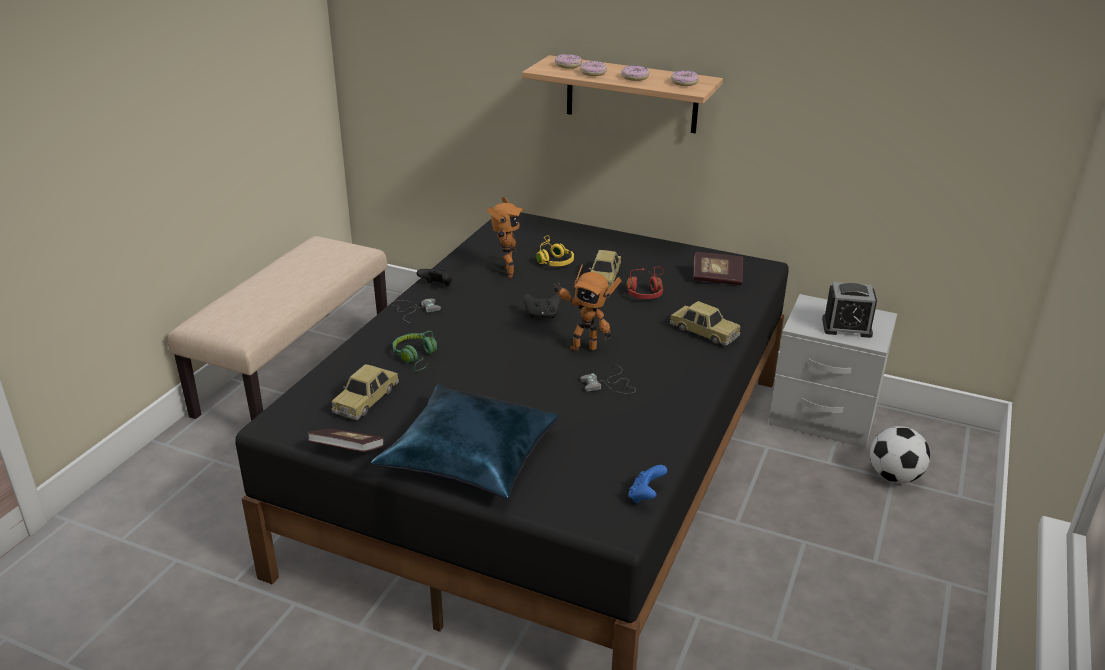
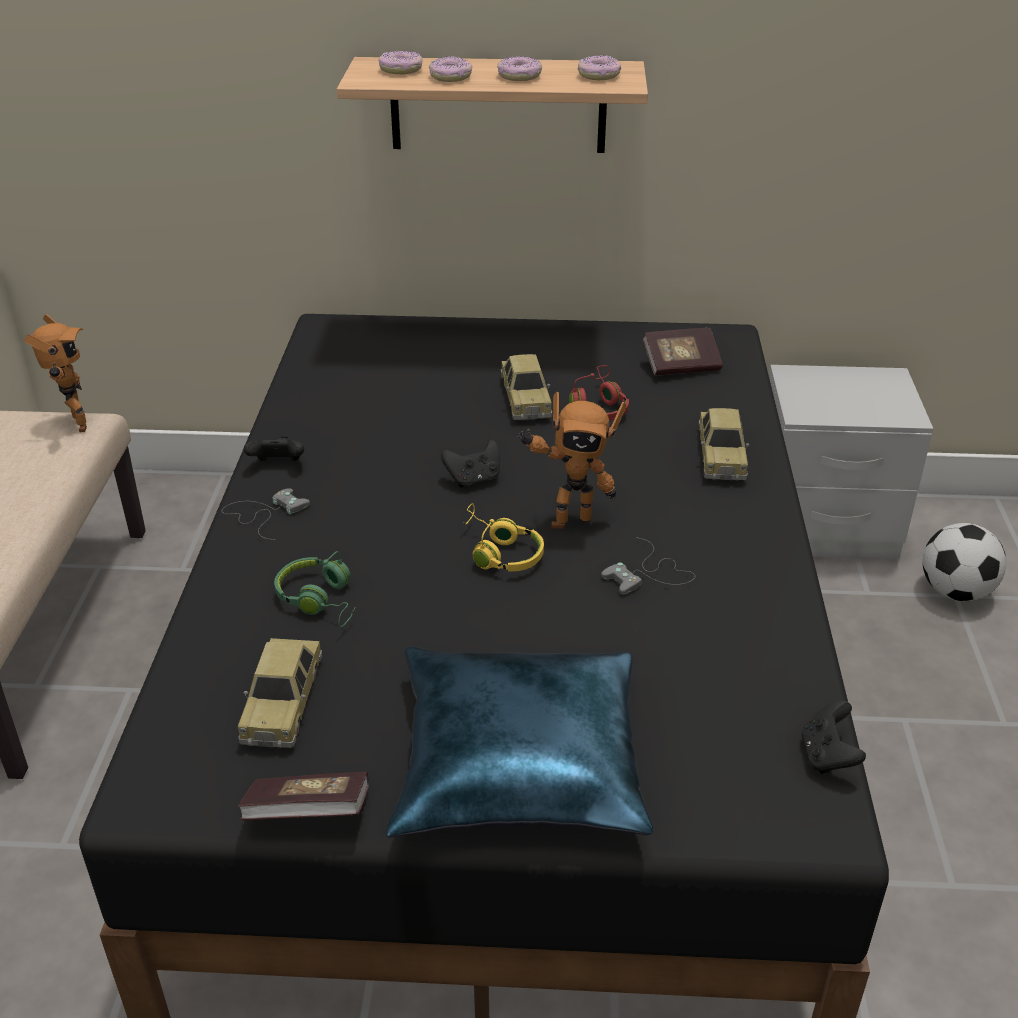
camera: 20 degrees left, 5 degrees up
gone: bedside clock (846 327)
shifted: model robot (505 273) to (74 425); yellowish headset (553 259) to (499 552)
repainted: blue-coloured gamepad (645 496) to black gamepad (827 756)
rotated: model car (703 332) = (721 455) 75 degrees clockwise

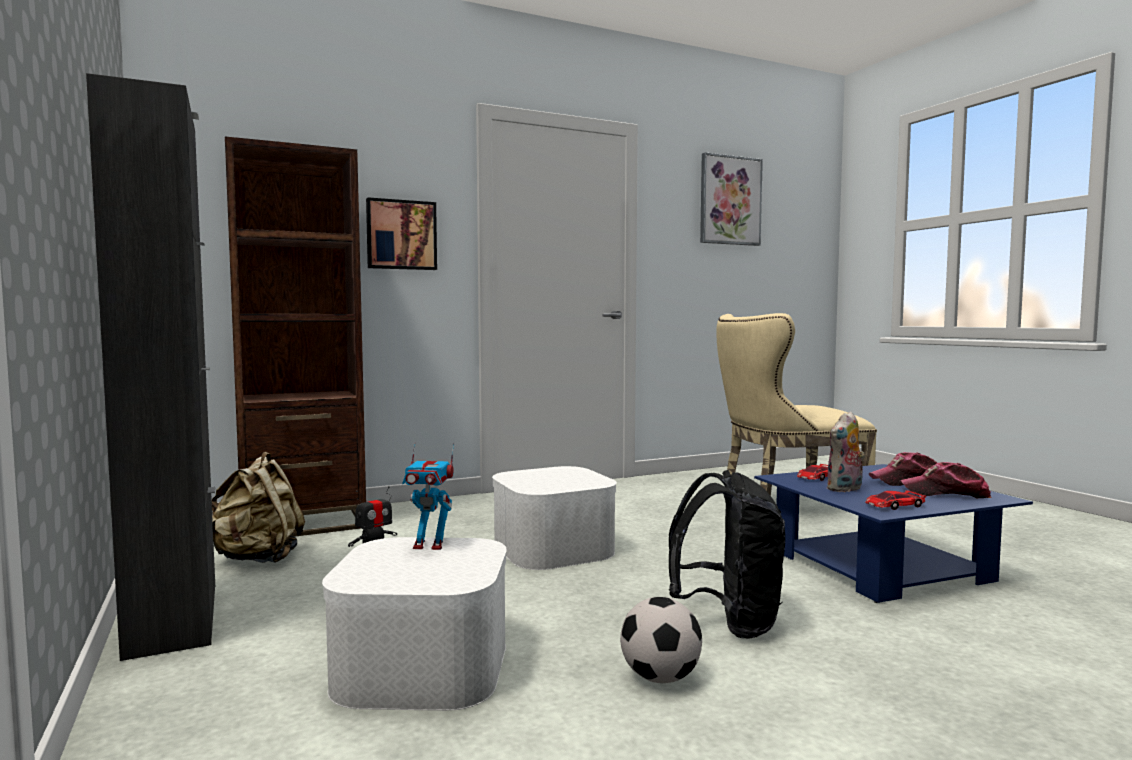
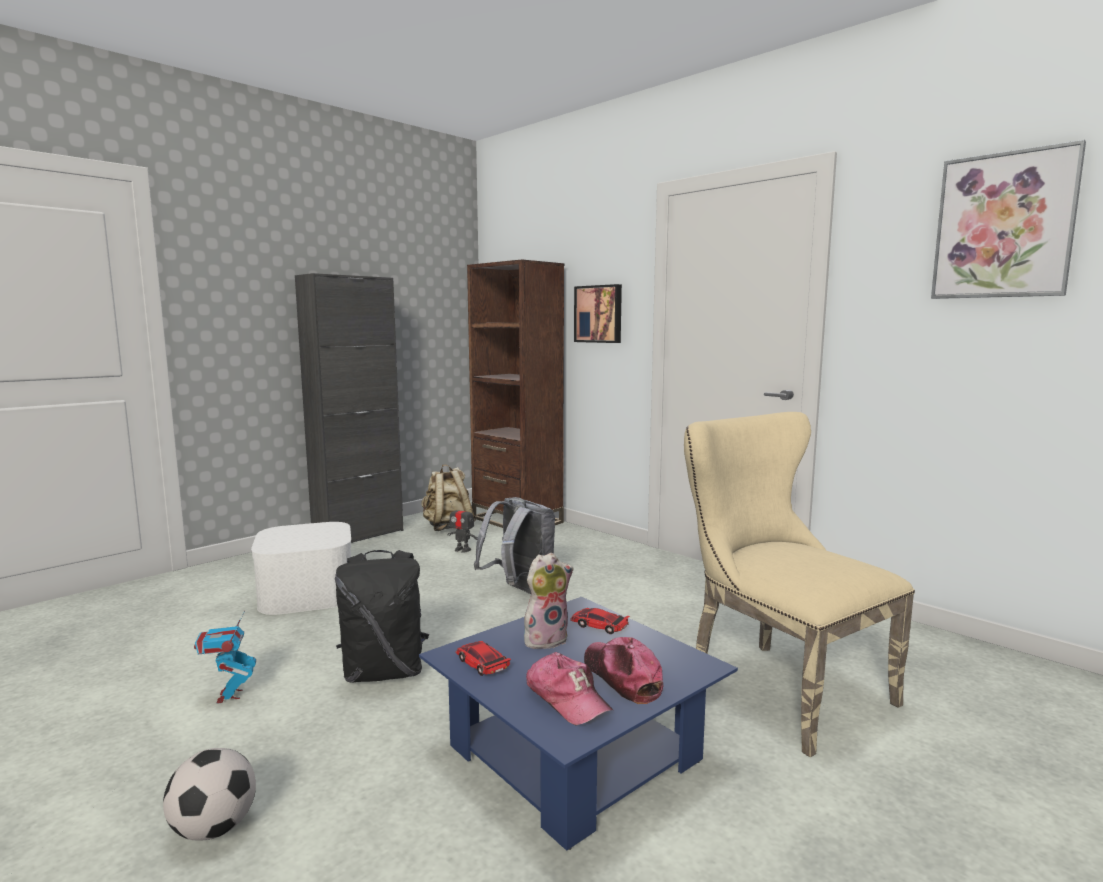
camera: 70 degrees right, 5 degrees up
shifted: model robot (430 545) to (229 696); football ball (660 678) to (214 828)
swapped: white storage bin (553 548) to gray knapsack (520 591)
rotated: cuddly toy (845 489) = (546 639) 120 degrees clockwise; cap (945 493) = (567 698) 150 degrees clockwise

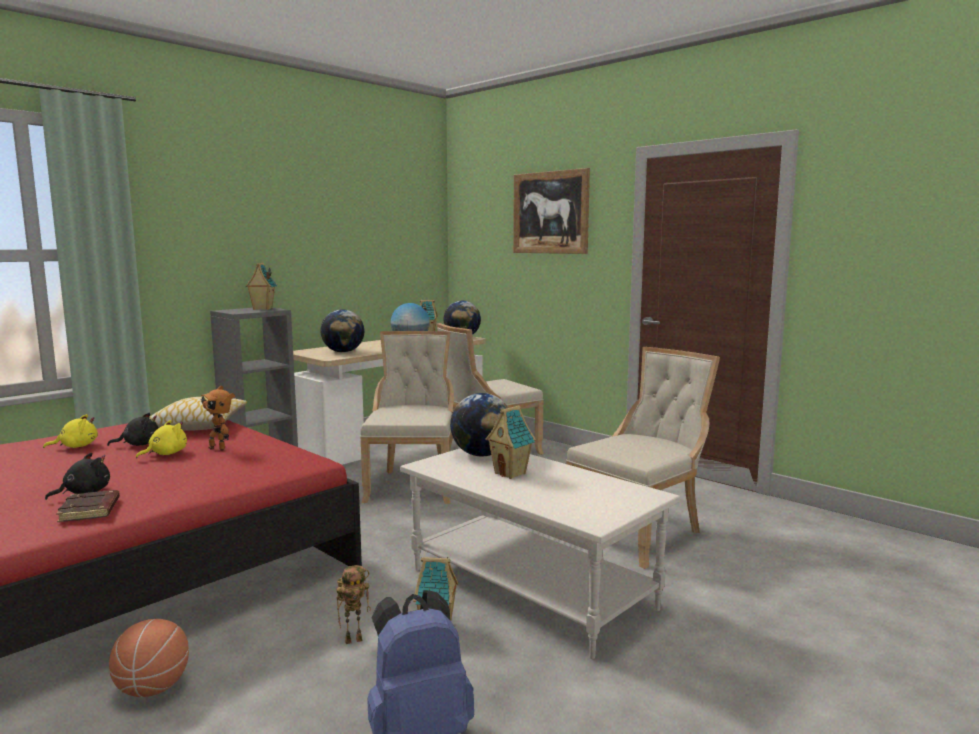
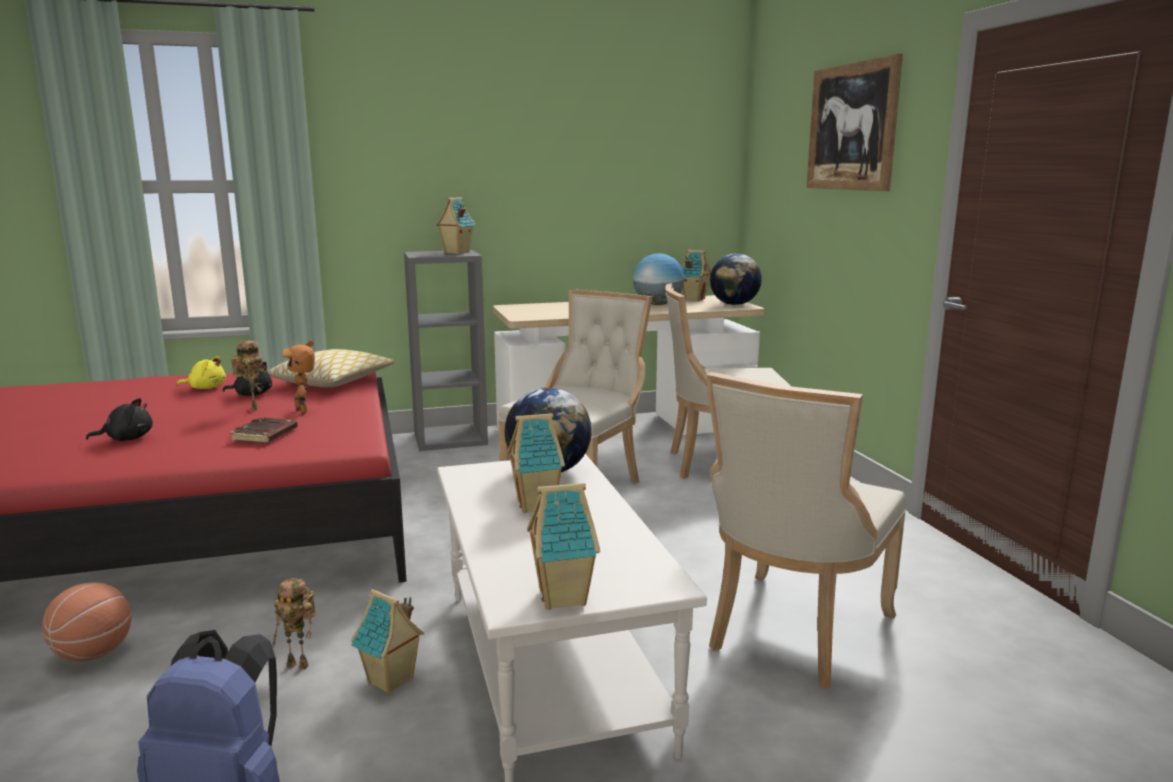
camera: 30 degrees right, 5 degrees up
gone: desk globe (343 352)
new: model house (564 598)
shifted: brownish book (90 511) to (265 435)
swapped: yellowish cuddly toy (165 454) to model robot (252 409)
rotated: beige-coloured upright chair (640 534) = (793 633) 135 degrees clockwise

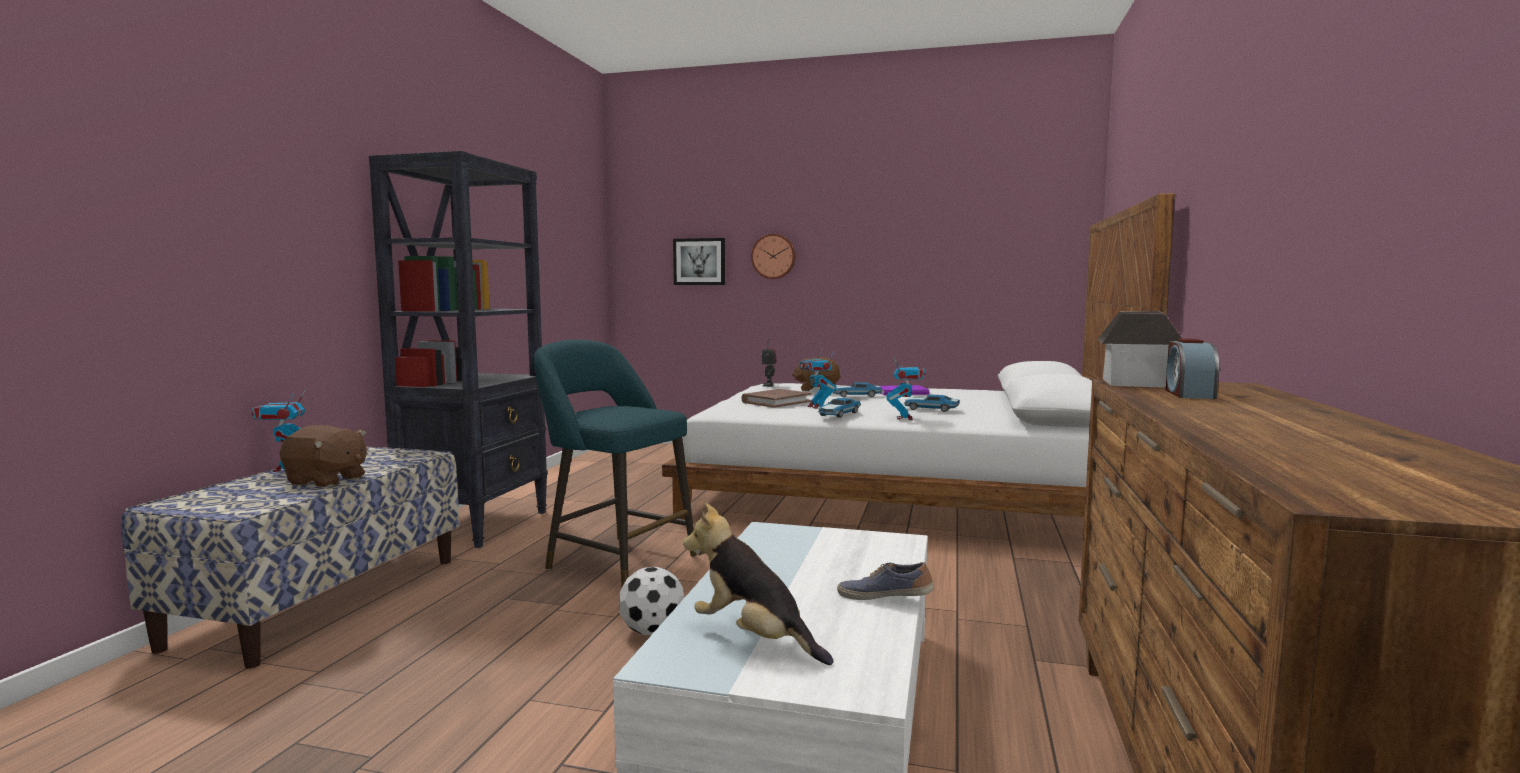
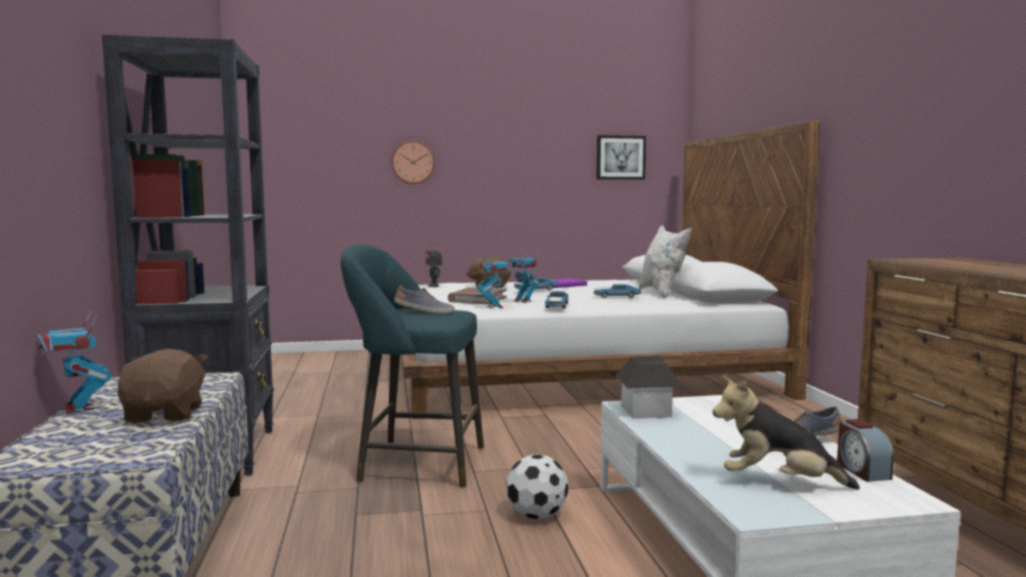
camera: 25 degrees left, 0 degrees up
new: white throw pillow (662 293); shoe (424 312)
shifted: wall art (699 261) to (620 157); model house (1136 383) to (646 411); bedside clock (1188 394) to (861 470); model robot (904 418) to (495 307)
rotated: brownish cuddly toy (326 480) = (165 414) 90 degrees counterclockwise

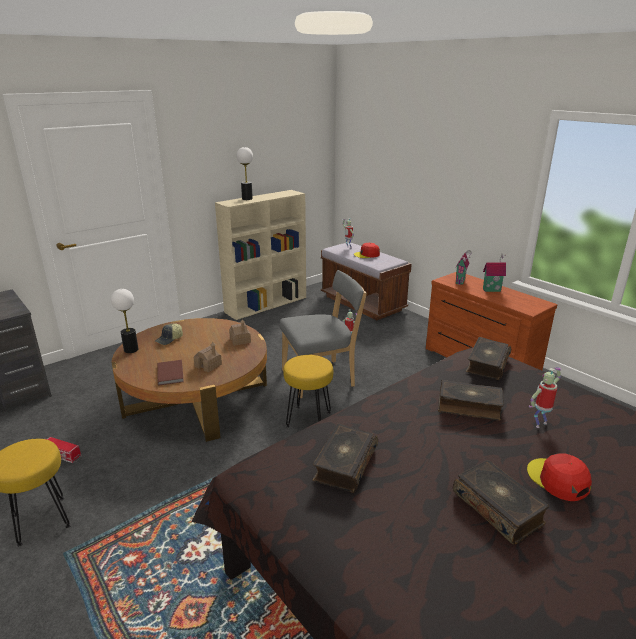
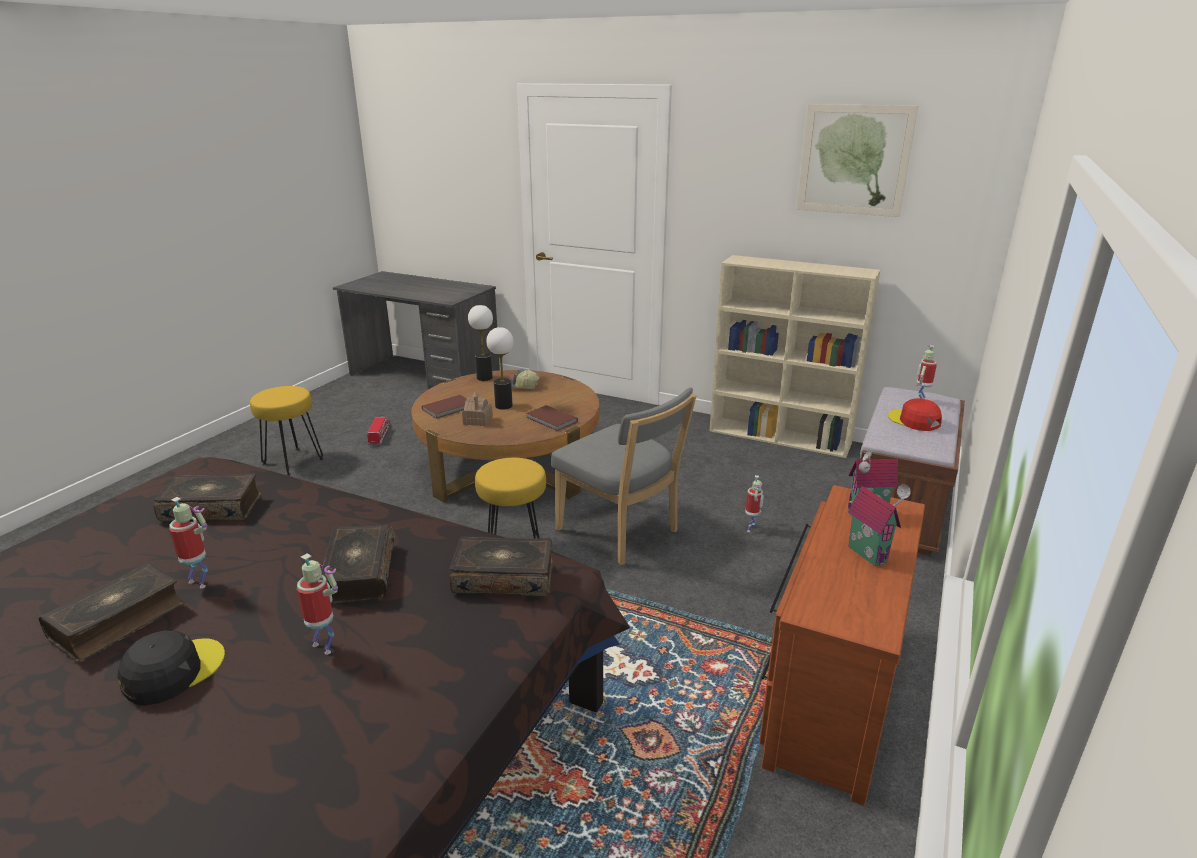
camera: 65 degrees right, 0 degrees up
new: wall art (854 160); model robot (200 582)
shifted: lamp for a table (247 198) to (504 406)
swapped: model house (240 340) to brownish book (551 420)
repainted: red-coloured cap (557 480) to black cap (173 671)

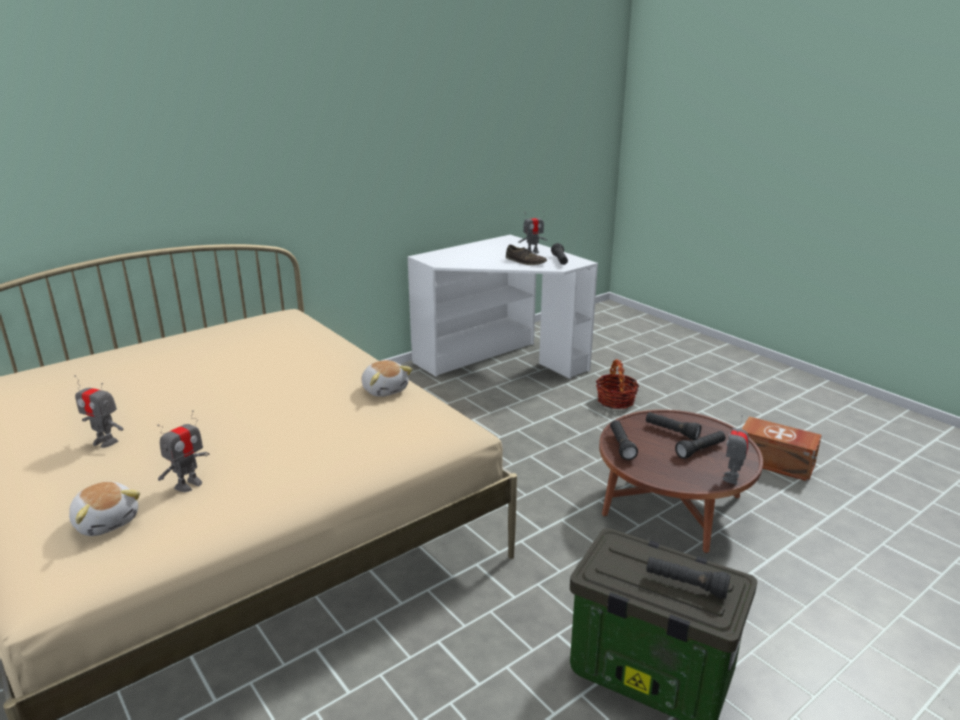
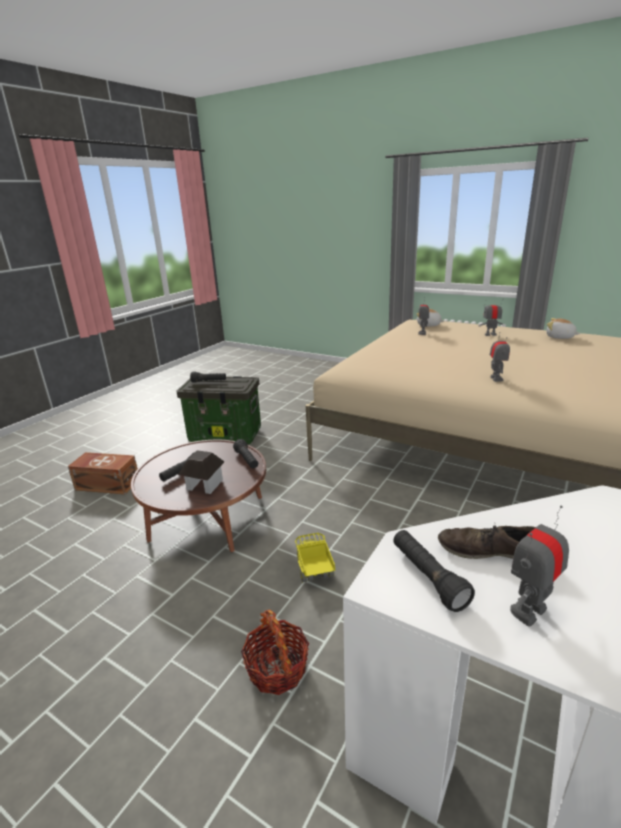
camera: 160 degrees right, 0 degrees up
new: toy lorry (314 570)
shifted: cuddly toy (385 389) to (559 337); model robot (731 478) to (496 379); brownish storage bin (775 463) to (107 484)
swapped: black hand torch (671 432) to model house (204 485)

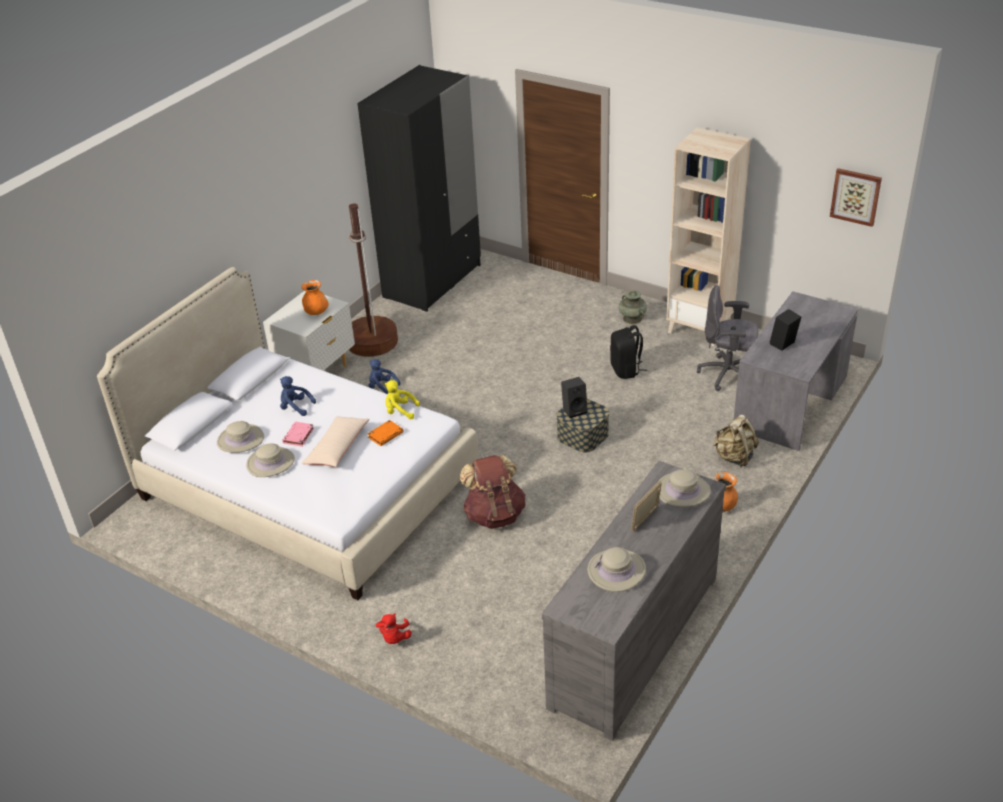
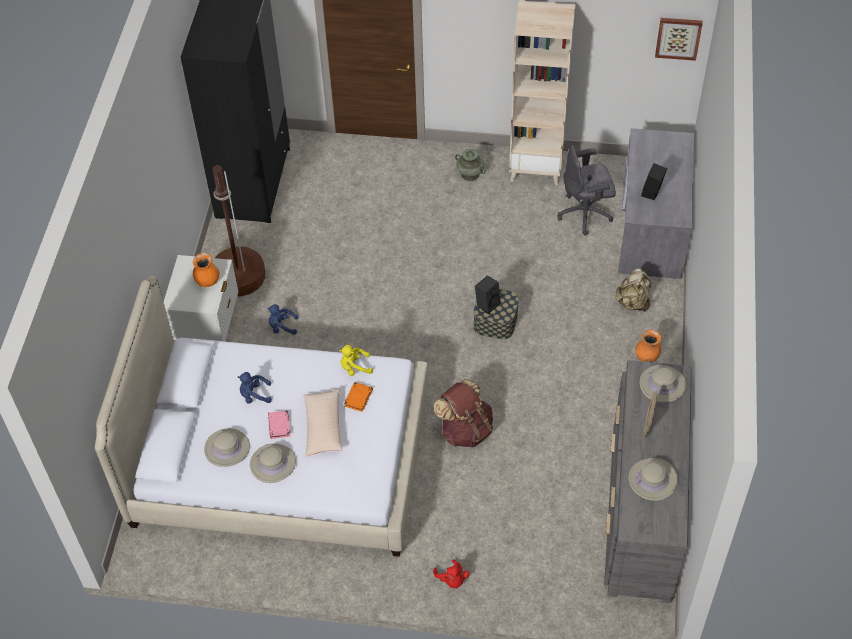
camera: 25 degrees left, 15 degrees up
gone: black knapsack (626 370)

